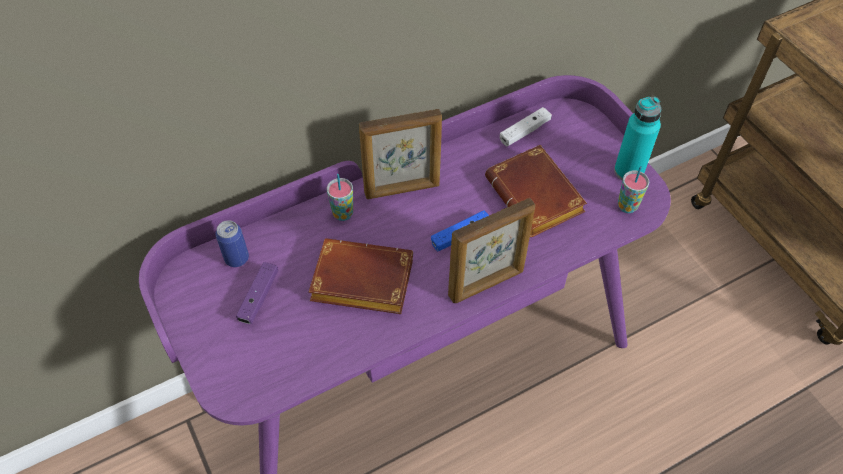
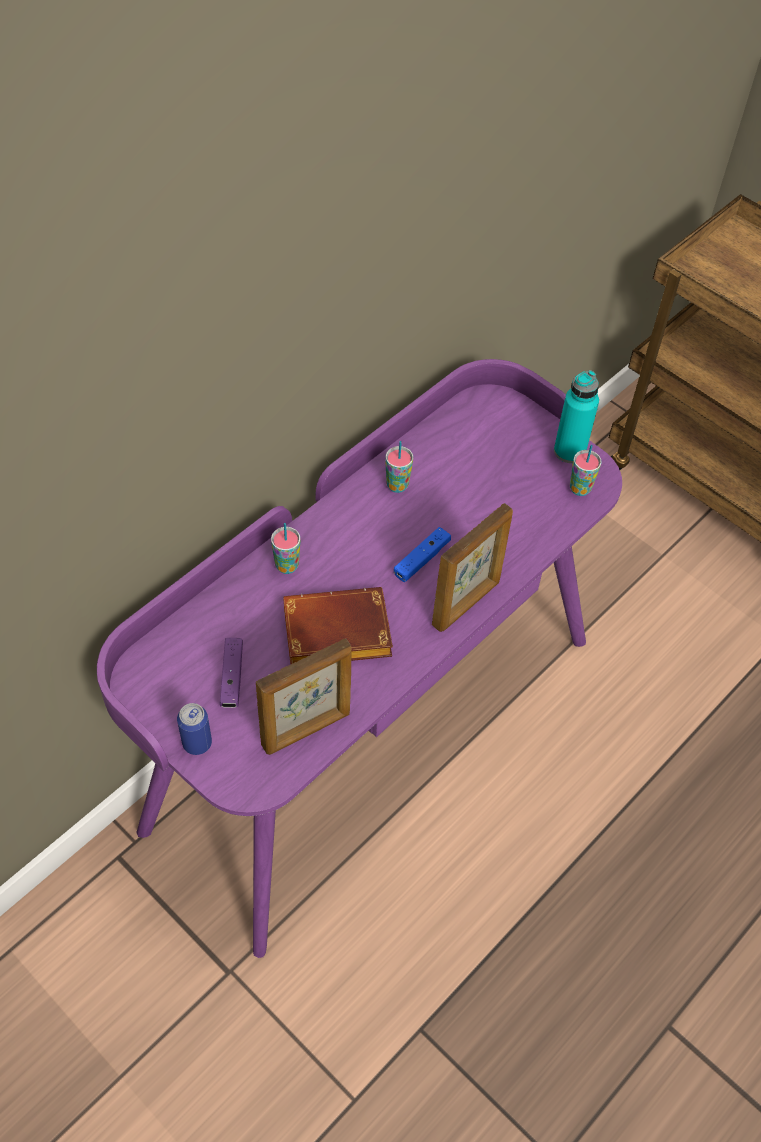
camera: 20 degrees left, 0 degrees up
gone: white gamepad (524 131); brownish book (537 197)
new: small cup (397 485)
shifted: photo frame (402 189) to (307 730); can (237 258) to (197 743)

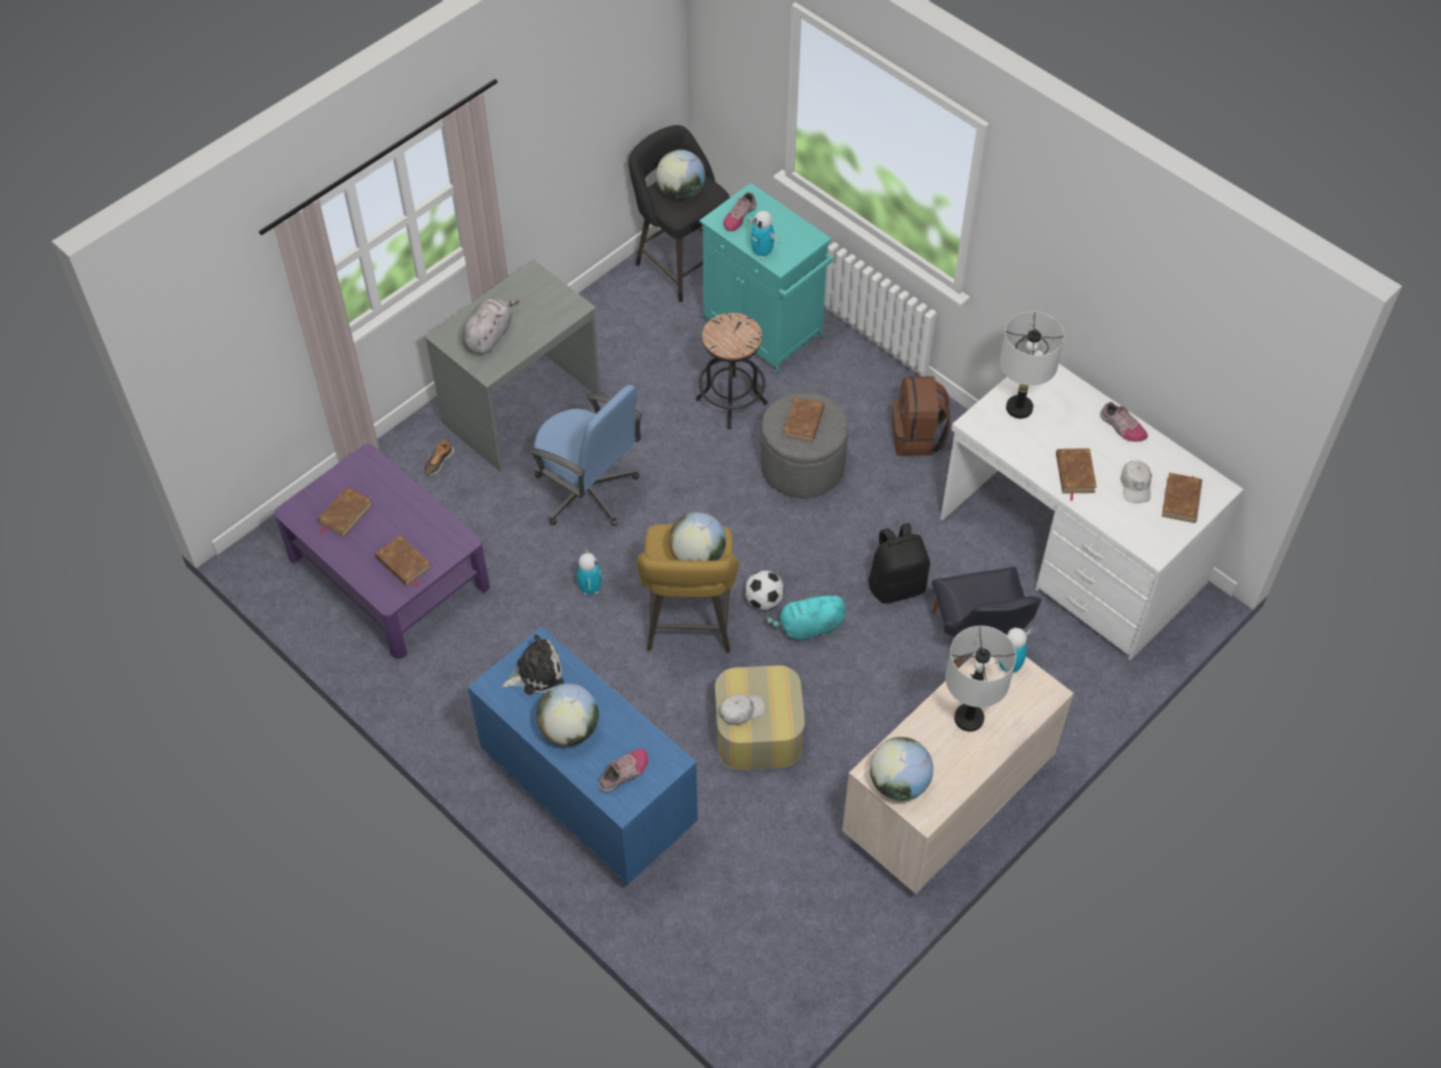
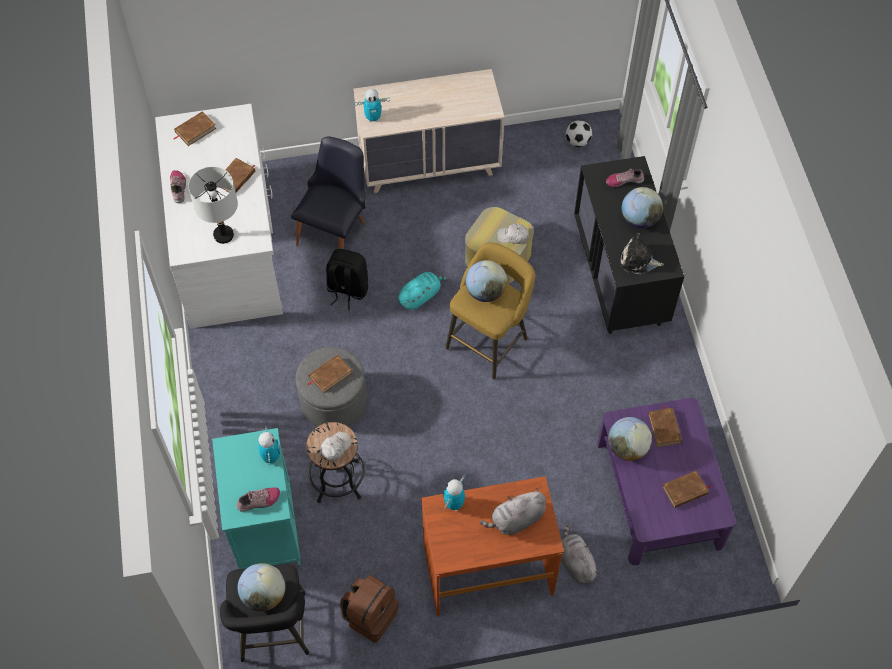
camera: 145 degrees left, 5 degrees up
gone: blue-coloured computer chair (587 491); gray lamp for a table (968 718)
shifted: brownish knapsack (918 437) to (370 615); white cap (1135 485) to (335 448); model robot (590 588) to (454 504); football ball (764 601) to (577 141); desk globe (898 783) to (627 448)
swapped: shoe (438 461) to gray cuddly toy (575 562)
repainted: gray desk (523 410) to brownish desk (488 568); blue-coloured drawer chest (588 796) to black drawer chest (619 277)
rotated: turquoise-coloured cuddly toy (808 627) = (420 296) 60 degrees counterclockwise

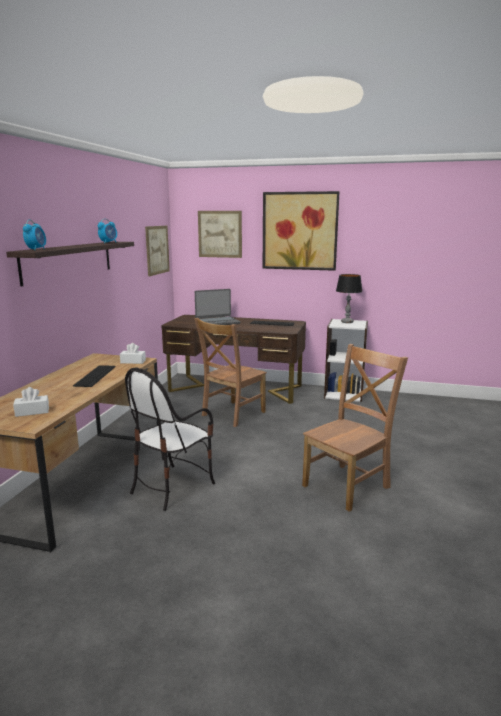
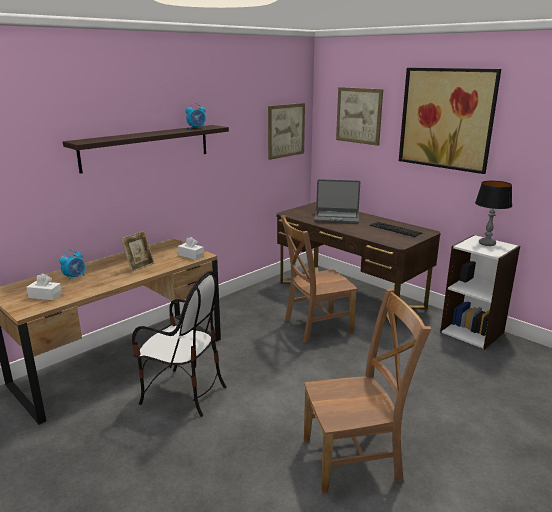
camera: 30 degrees right, 5 degrees up
shifted: bedside clock (36 249) to (75 277)
swapped: PC keyboard (95 376) to photo frame (139 266)
rotated: upright chair (172 486) = (183 393) 135 degrees counterclockwise

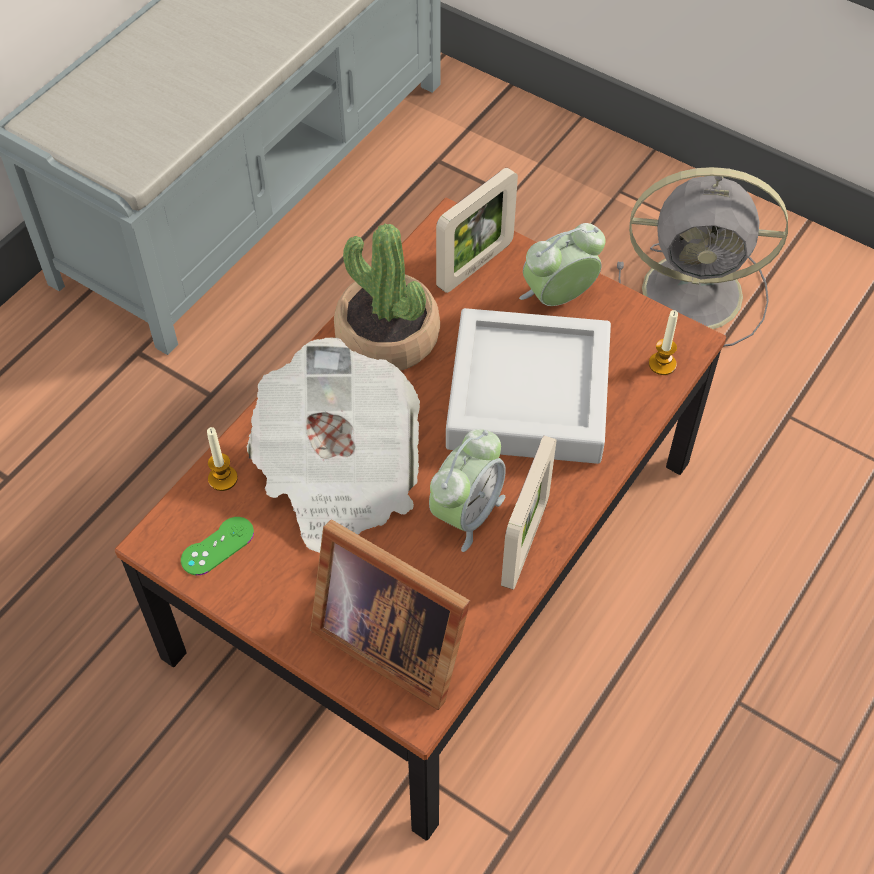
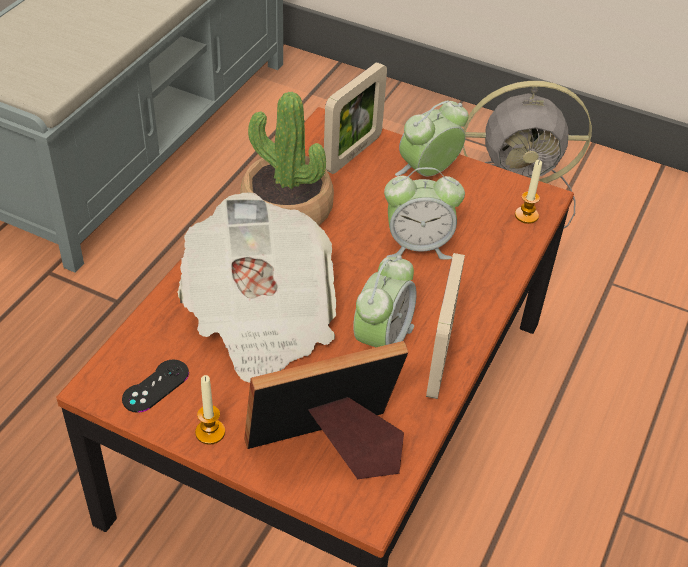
camera: 10 degrees left, 10 degrees down
shifted: wax light (223 478) to (210 432)
swapped: gray tray (528 395) to bedside clock (418 246)
repainted: greenish gamepad (217 546) to black gamepad (156 386)
rotated: photo frame (390 637) = (331 449) 135 degrees clockwise

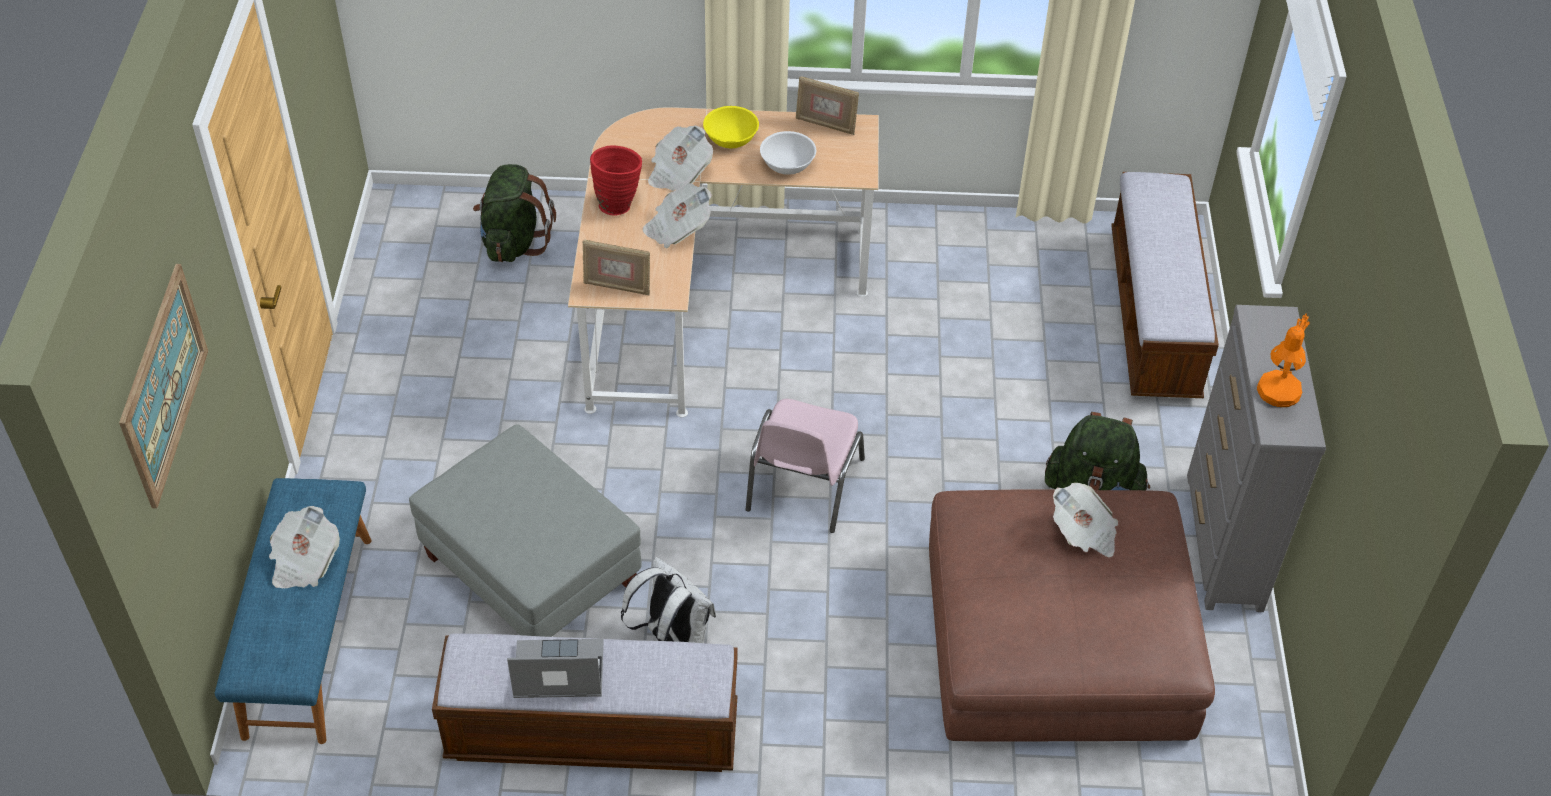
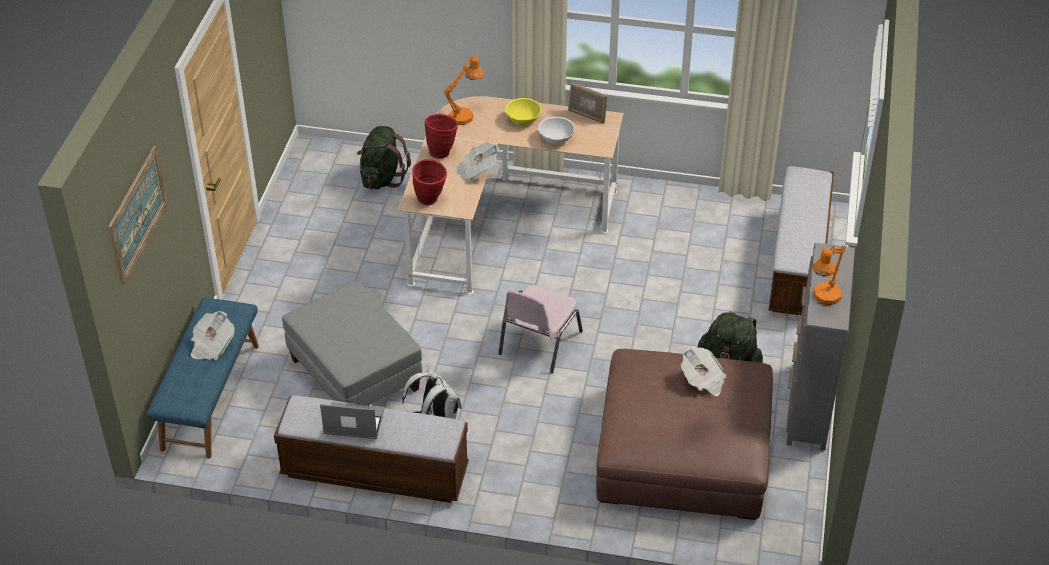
camera: 10 degrees right, 5 degrees down
gone: printed paper (678 173)
new: orangey lamp for a table (465 115)
swapped: photo frame (617 287) to red-coloured flower vase (431 201)

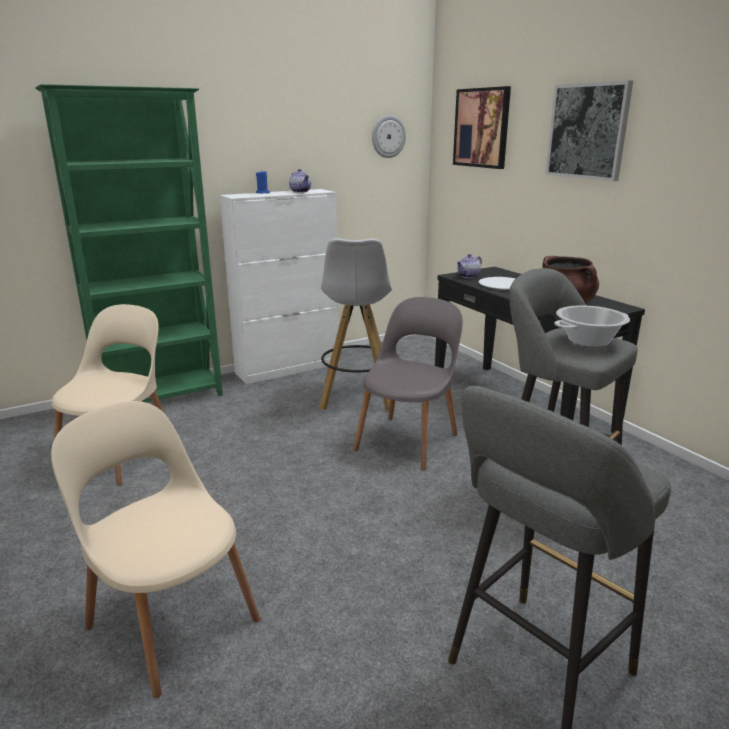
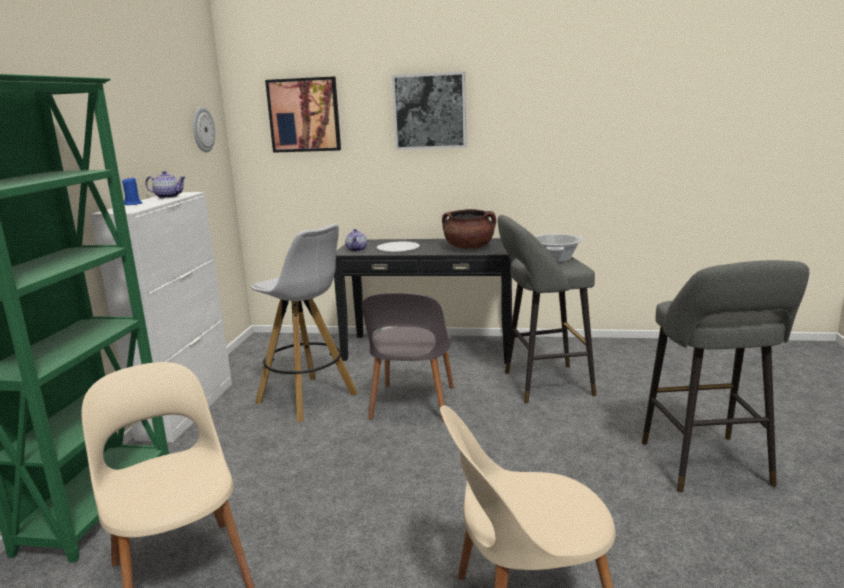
camera: 50 degrees left, 5 degrees down
rotated: gray upright chair (408 440) = (412 405) 150 degrees counterclockwise

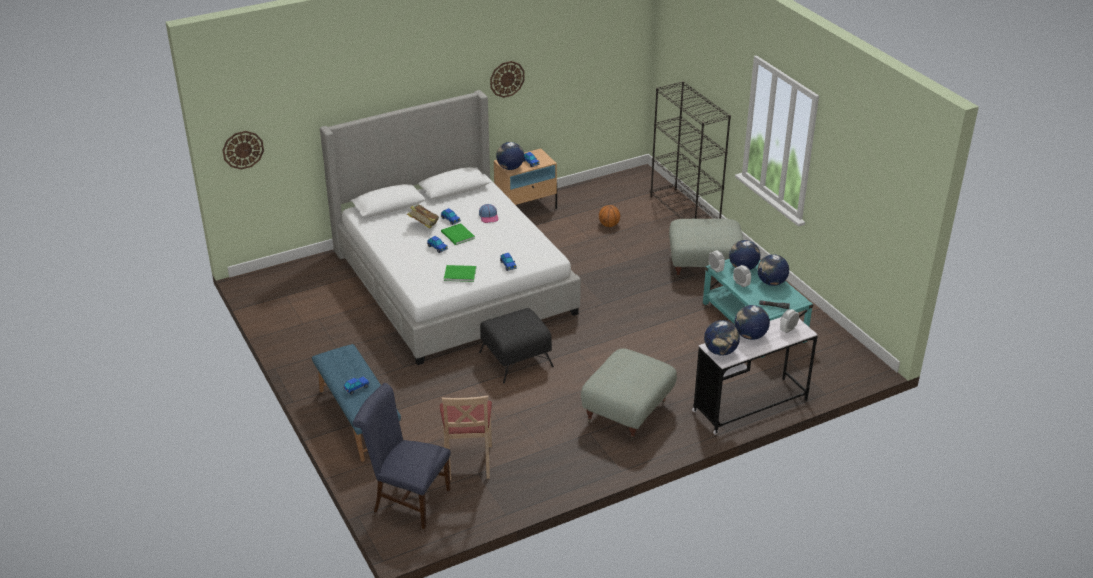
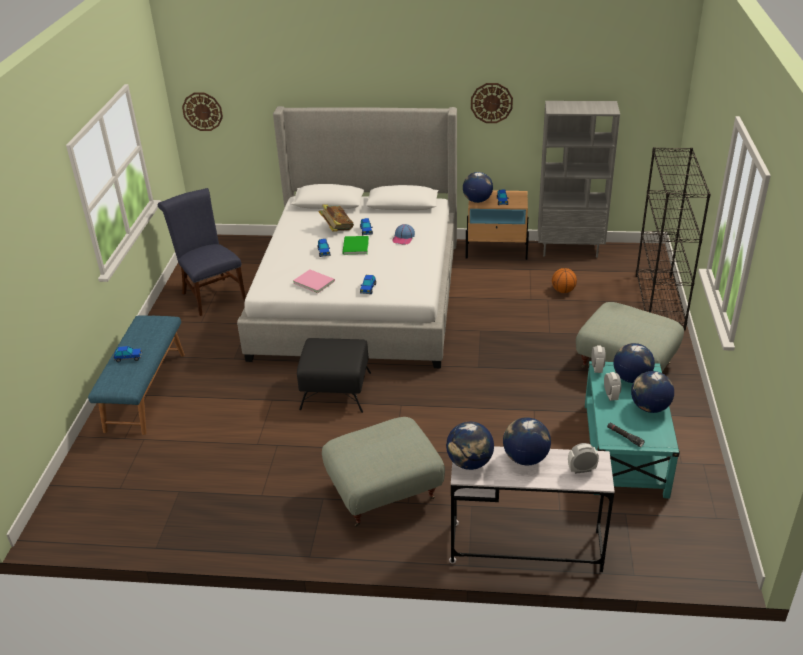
camera: 35 degrees right, 0 degrees up
gone: beige-coloured upright chair (468 461)
new: gray bookcase (570 250)
shifted: blue-coloured upright chair (407 500) to (211 294)
repainted: greenish book (459 274) to pinkish book (313 281)

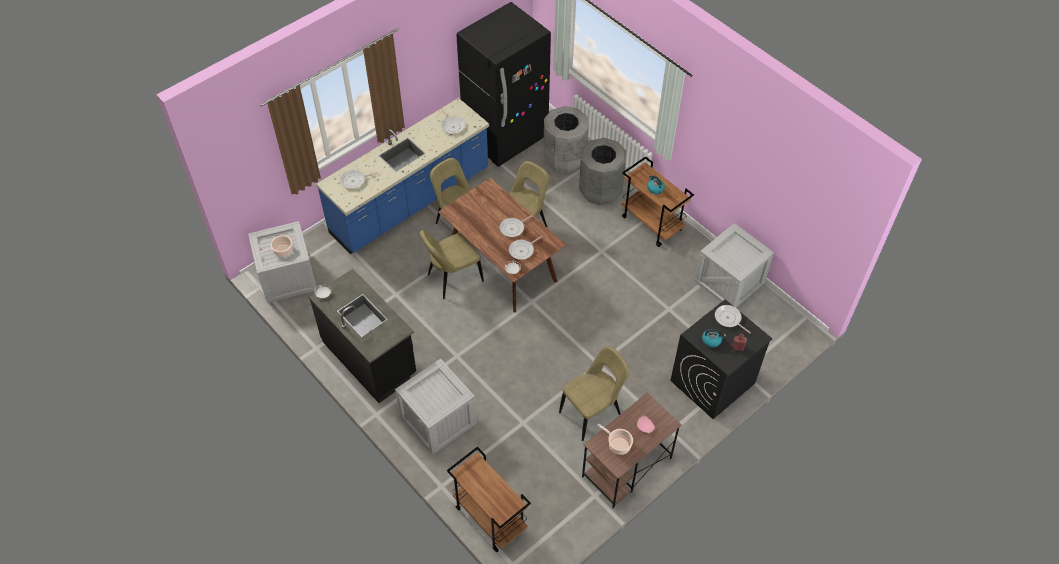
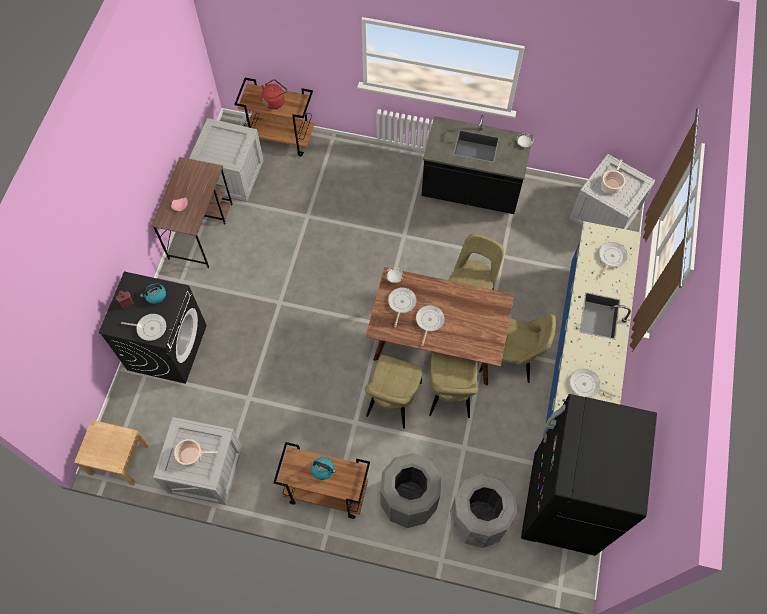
camera: 145 degrees right, 10 degrees up
new: red-coloured water kettle (275 101); beige-coloured night table (119 459)
shifted: beige-coloured upright chair (592 412) to (392 402); shipping crate (439 420) to (230 175); stockpot (618 444) to (192 455)

